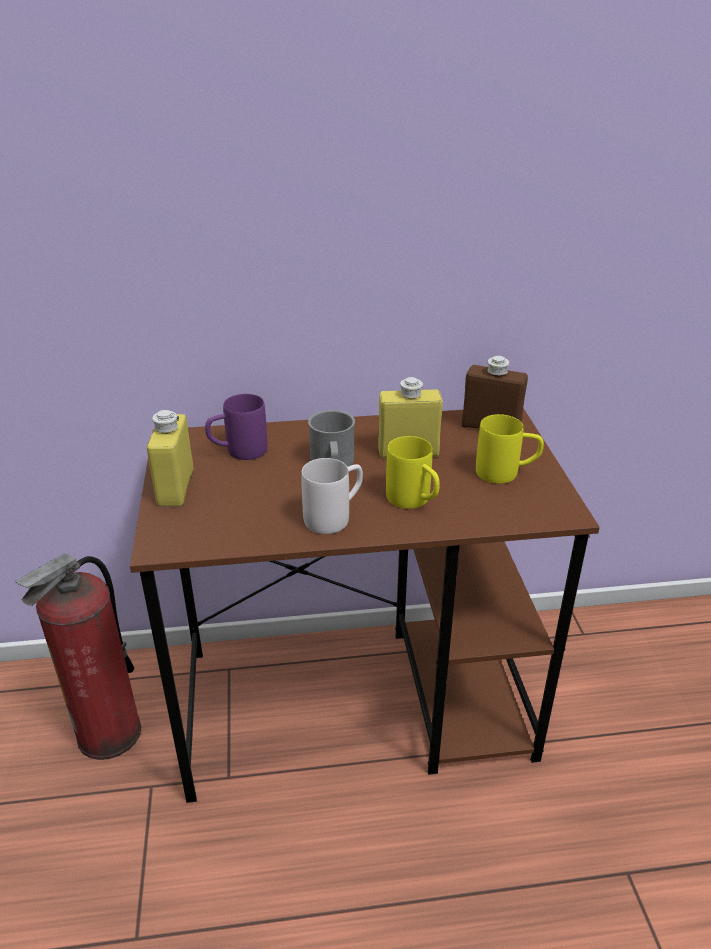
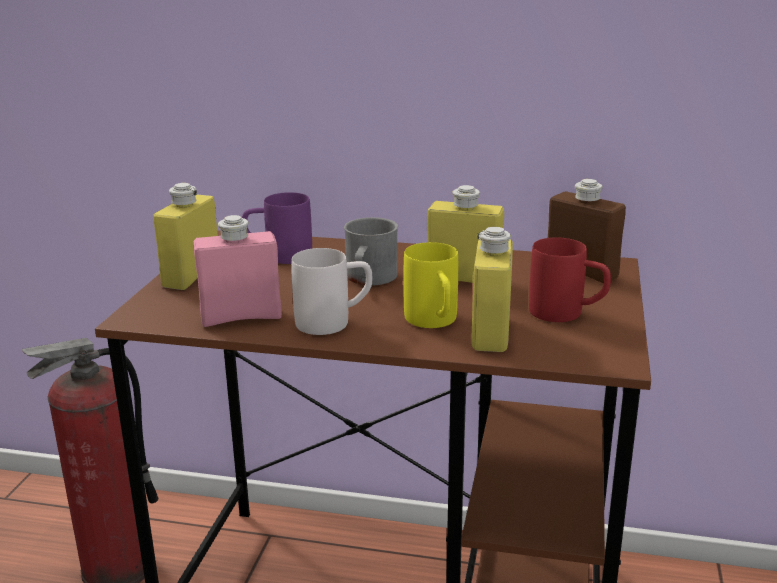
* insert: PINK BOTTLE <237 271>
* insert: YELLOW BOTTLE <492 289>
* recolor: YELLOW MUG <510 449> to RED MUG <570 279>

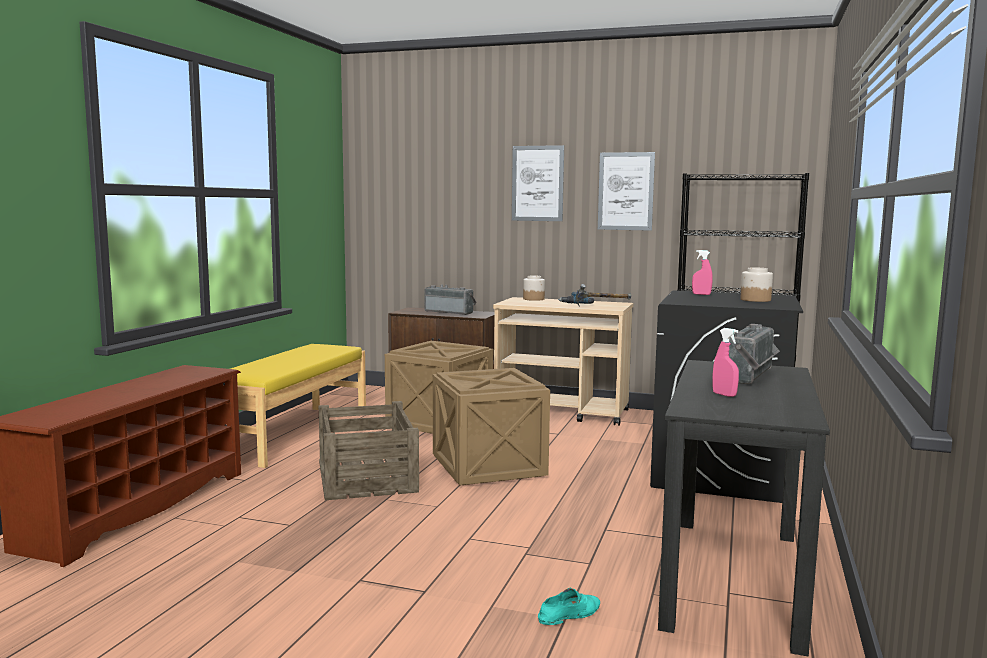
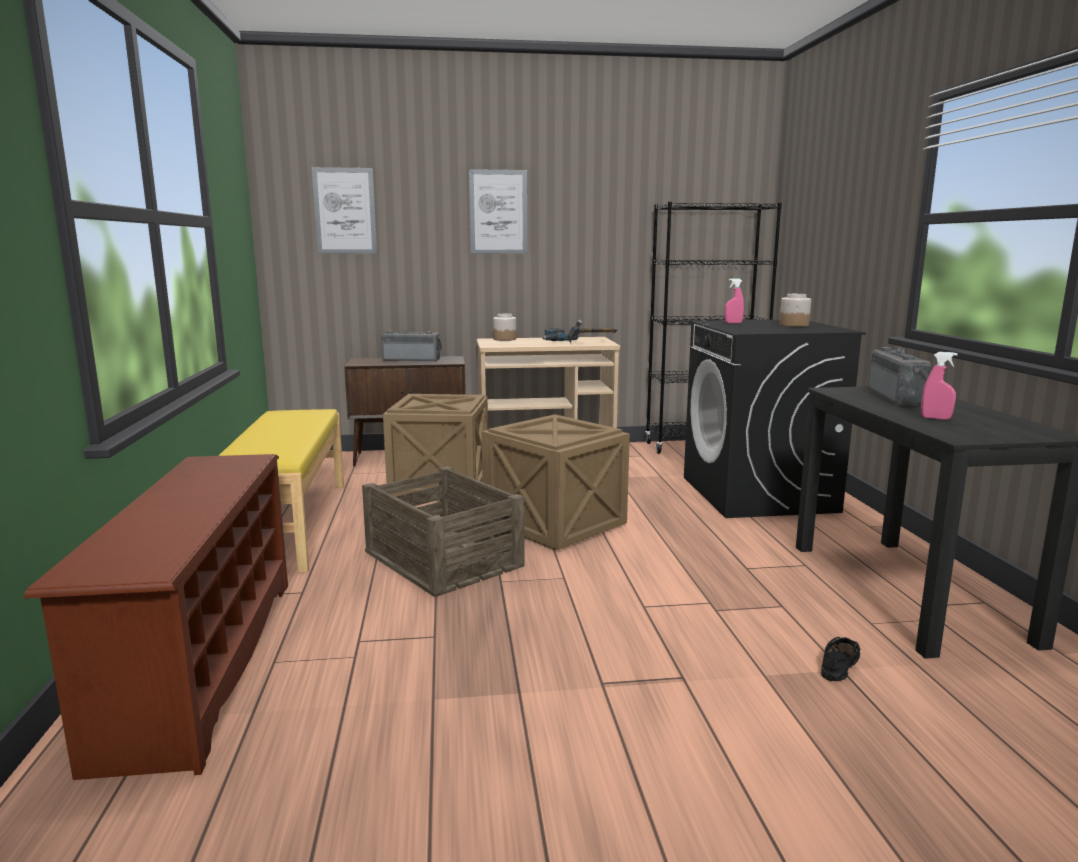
* move: PICTURE <626 191> to <344 210>
* recolor: TURQUOISE SHOE <569 606> to BLACK SHOE <840 659>

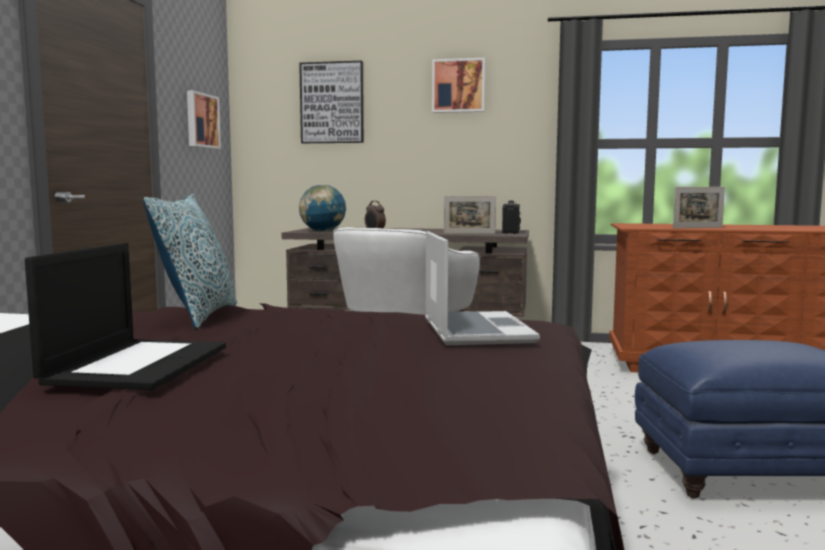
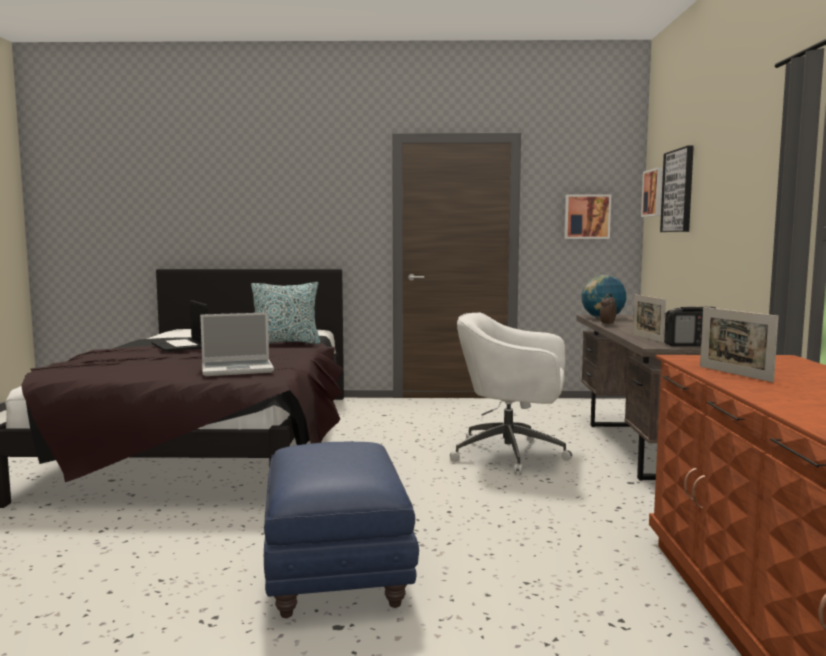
* rotate: LAPTOP <125 316> = <179 326> 60 degrees clockwise
* move: PICTURE <458 85> to <652 192>

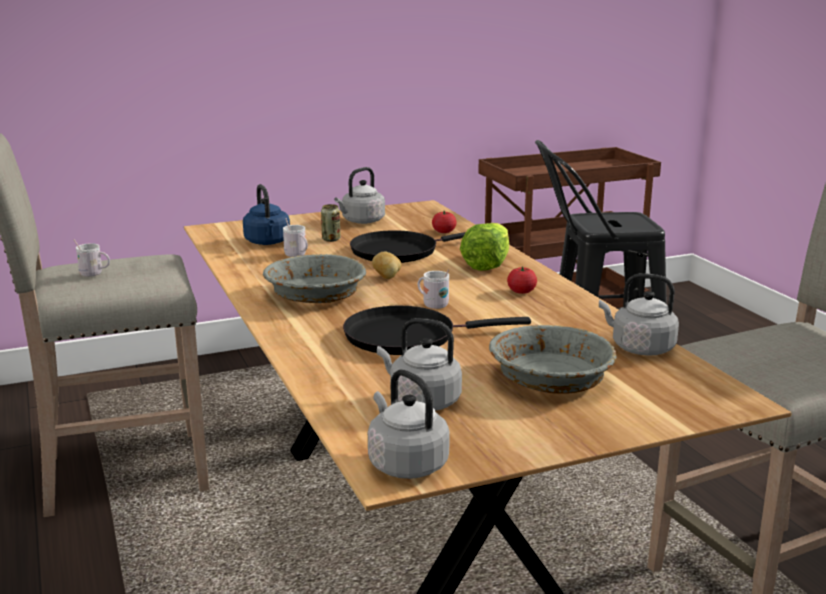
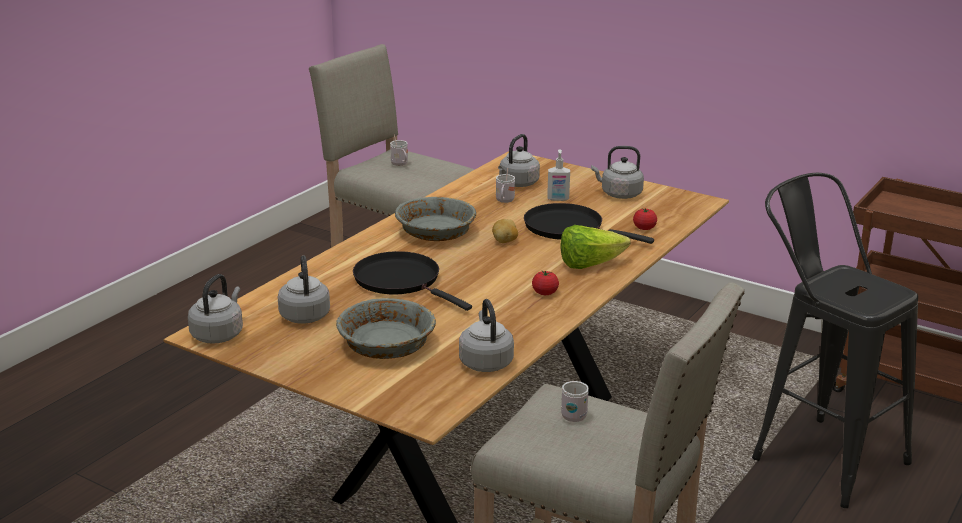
* recolor: BLUE KETTLE <266 214> to GREY KETTLE <519 160>
* replace: CAN <330 223> to SOAP DISPENSER <558 175>
* move: WHITE MUG <433 289> to <575 401>

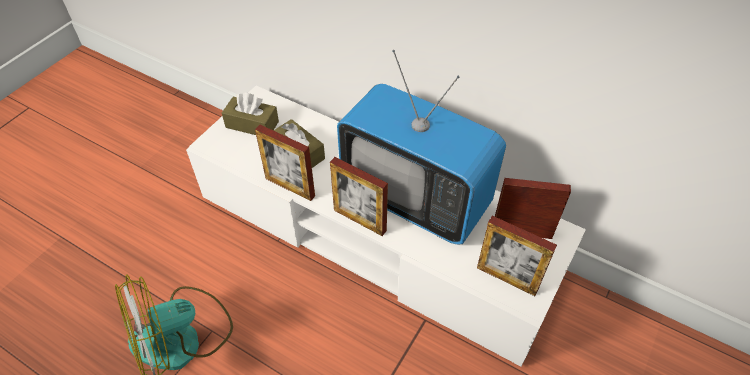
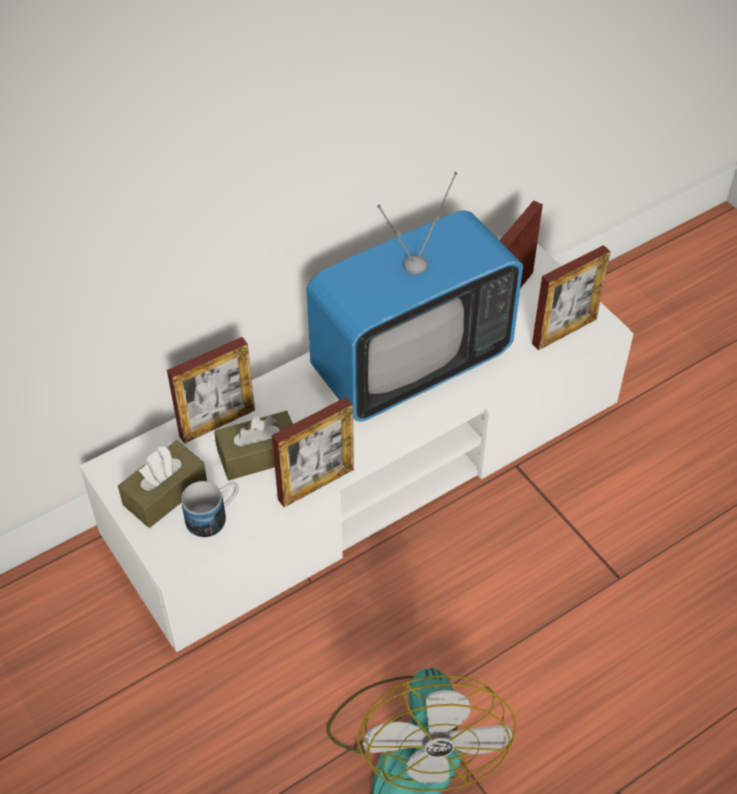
* move: PICTURE FRAME <359 196> to <211 390>
* insert: MUG <209 509>

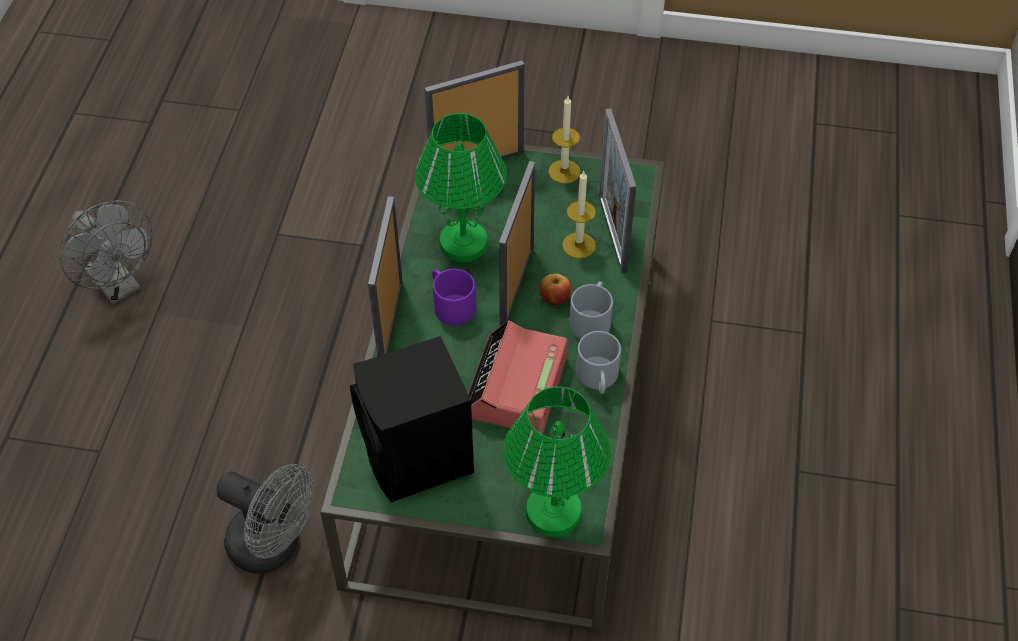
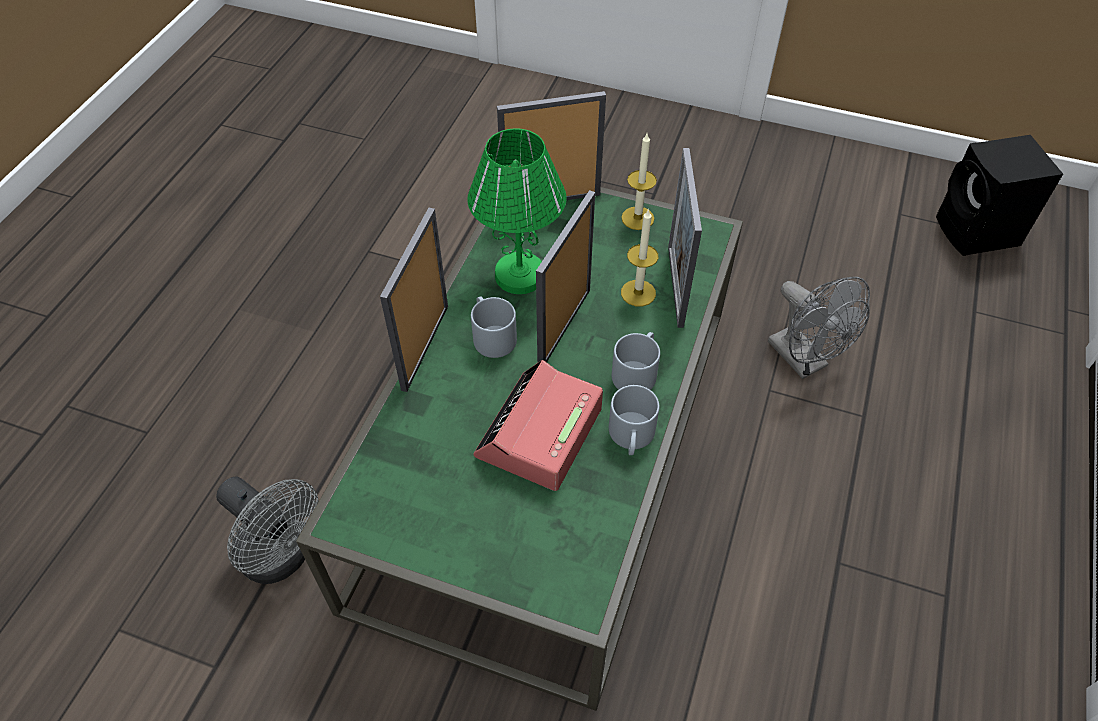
* recolor: PURPLE MUG <454 297> to GREY MUG <494 327>
* move: GREY FAN <106 252> to <819 328>
* move: BLACK SPEAKER <412 419> to <999 195>
* delete: GREEN TABLE LAMP <557 461>
* delete: APPLE <555 289>

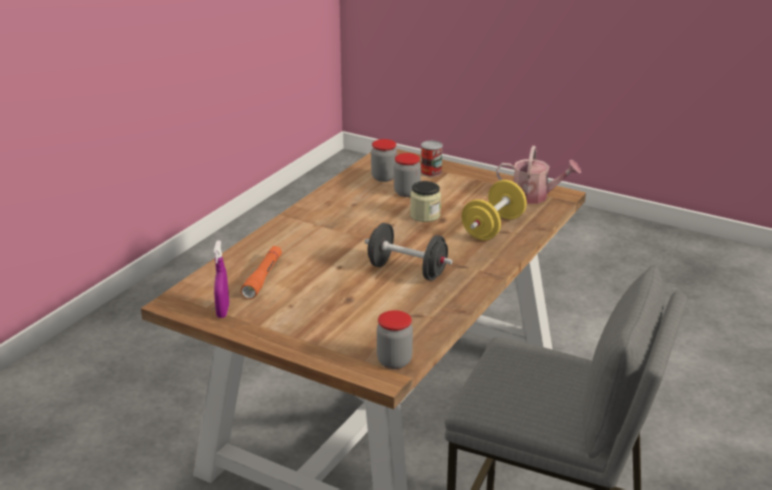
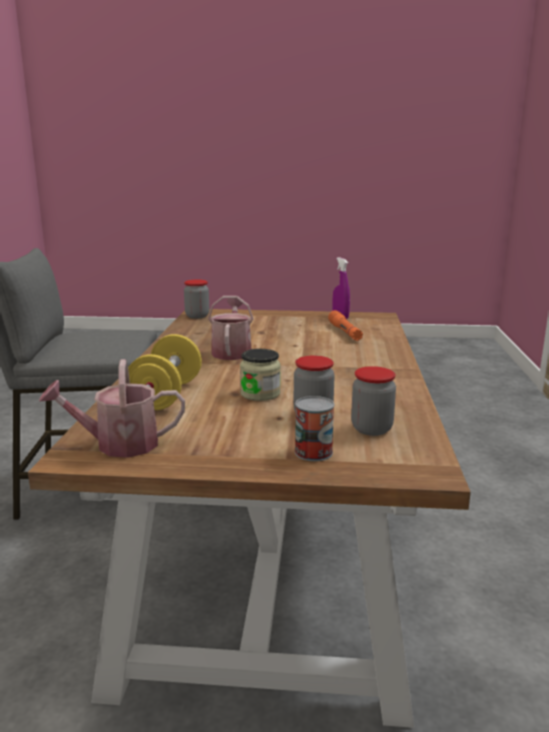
* replace: BLACK DUMBBELL <409 252> to WATERING CAN <231 328>

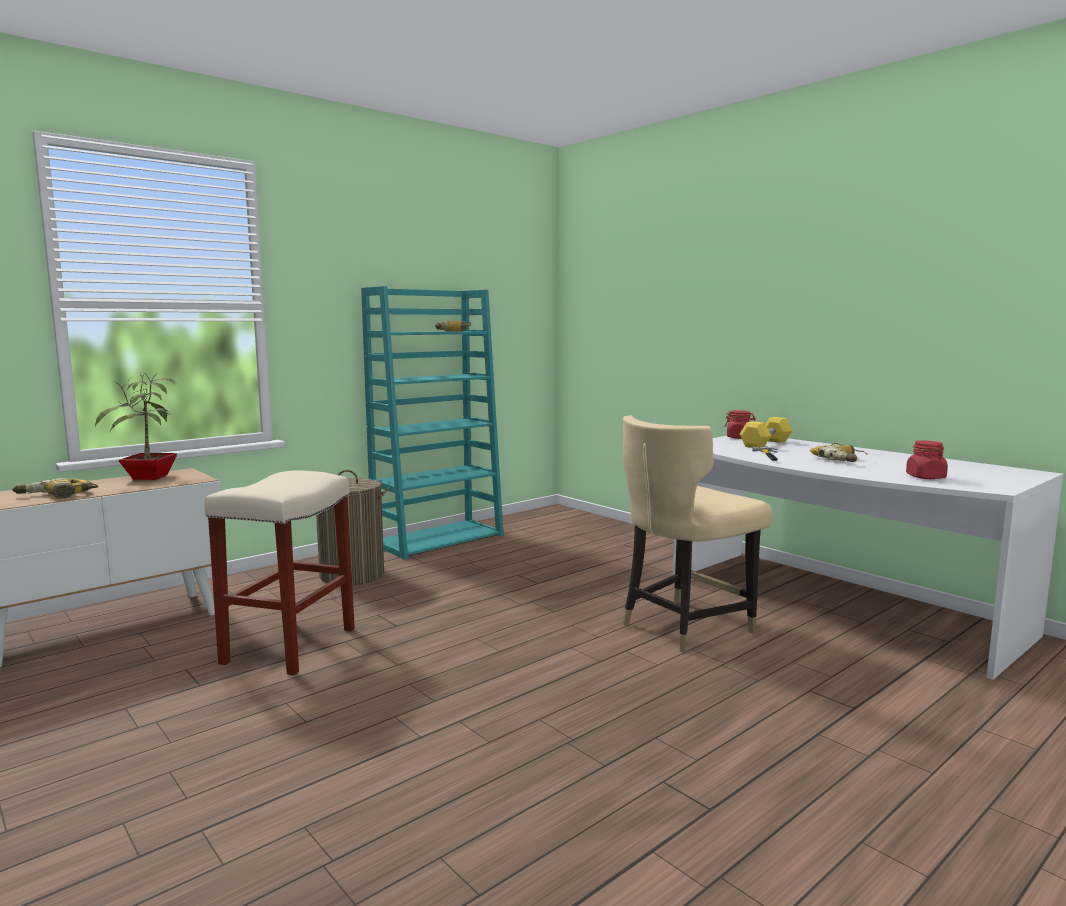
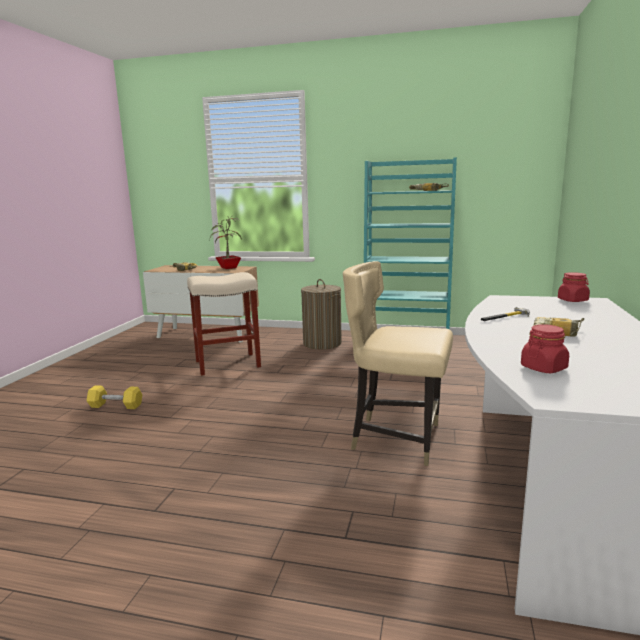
* move: YELLOW DUMBBELL <766 432> to <114 397>

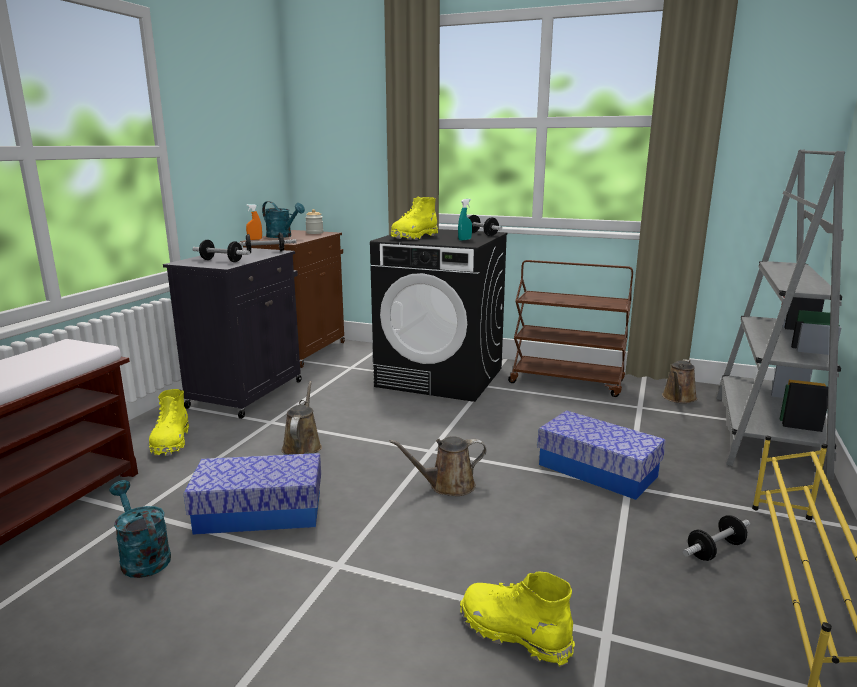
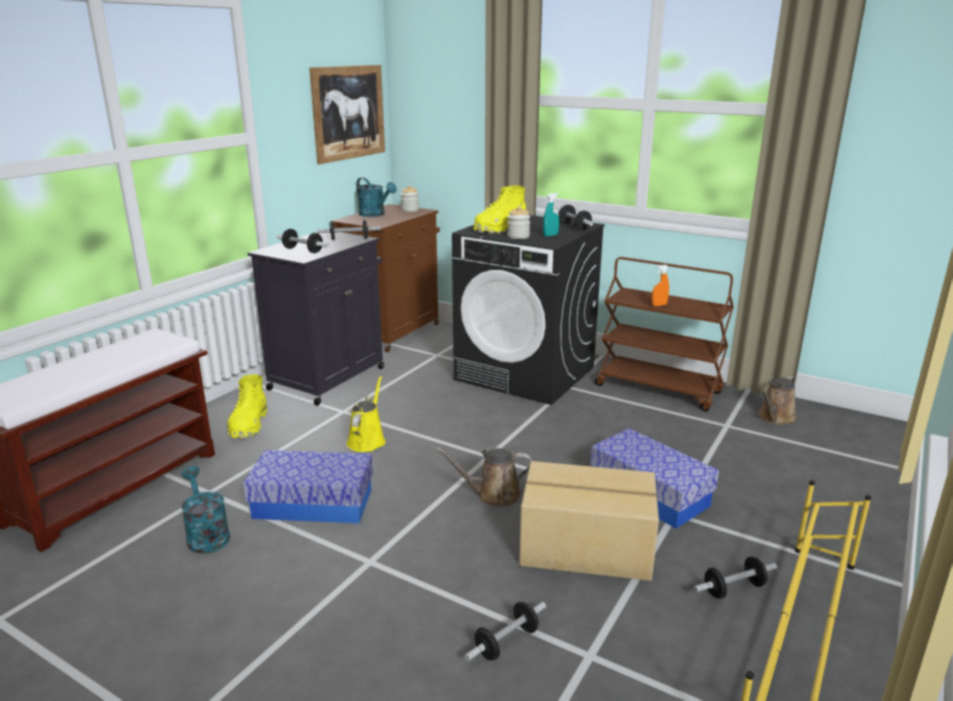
* insert: PICTURE <347 114>
* recolor: BROWN WATERING CAN <302 418> to YELLOW WATERING CAN <366 414>
* replace: YELLOW BOOT <517 619> to DUMBBELL <505 631>
* insert: JAR <518 222>
* insert: CARDBOARD BOX <589 521>
* move: ORANGE SPRAY BOTTLE <254 222> to <660 285>
* delete: GREY BOOKCASE <780 315>

